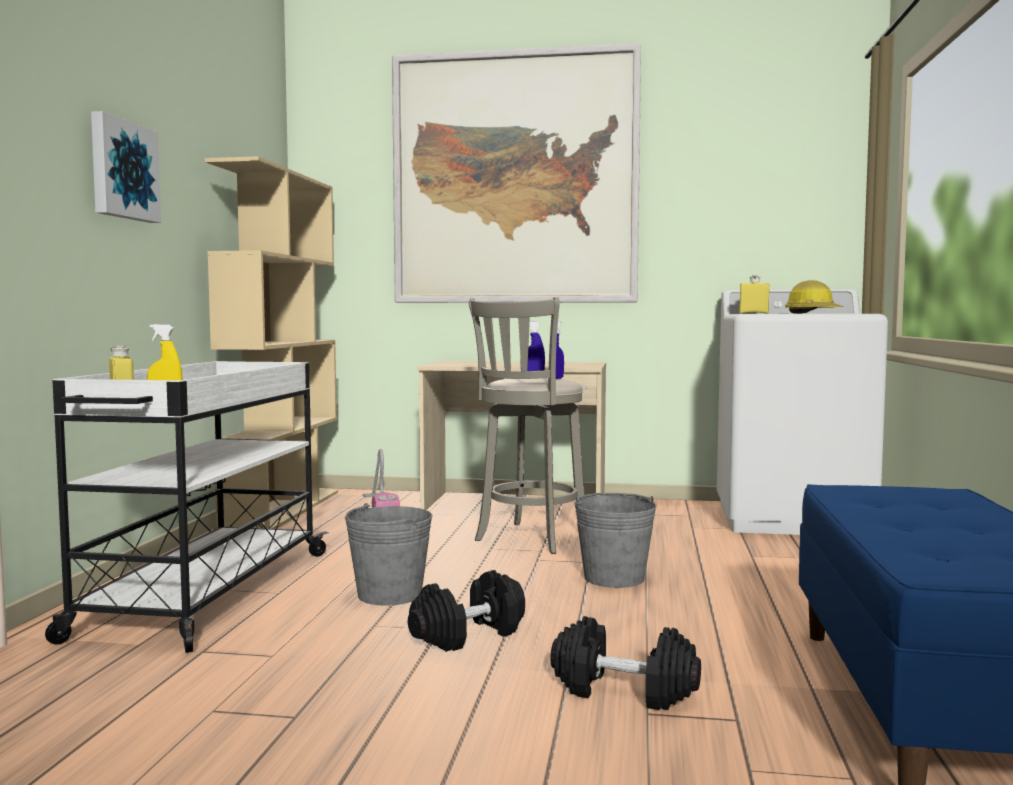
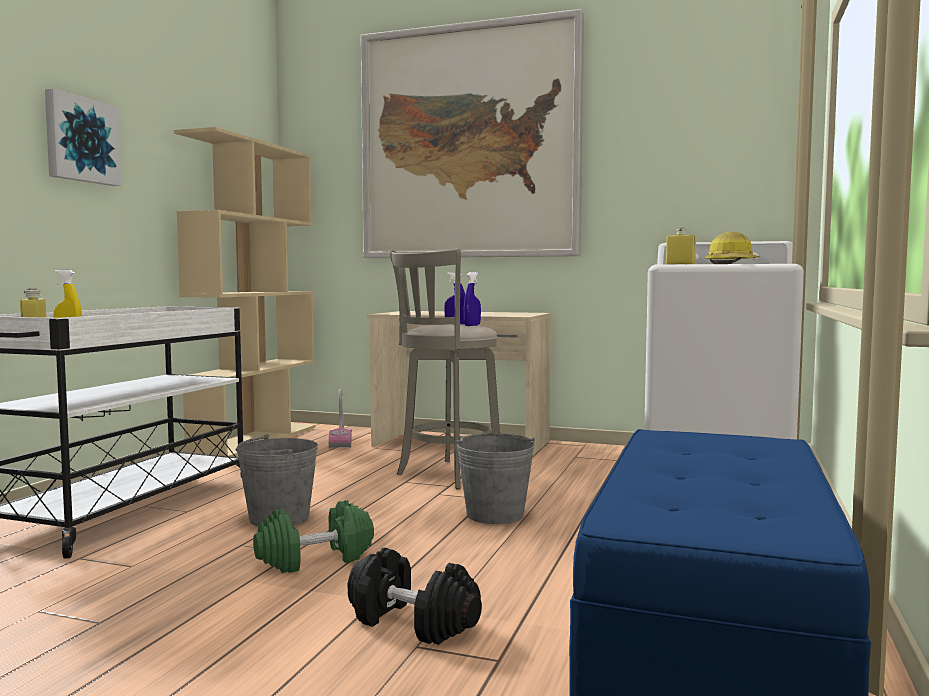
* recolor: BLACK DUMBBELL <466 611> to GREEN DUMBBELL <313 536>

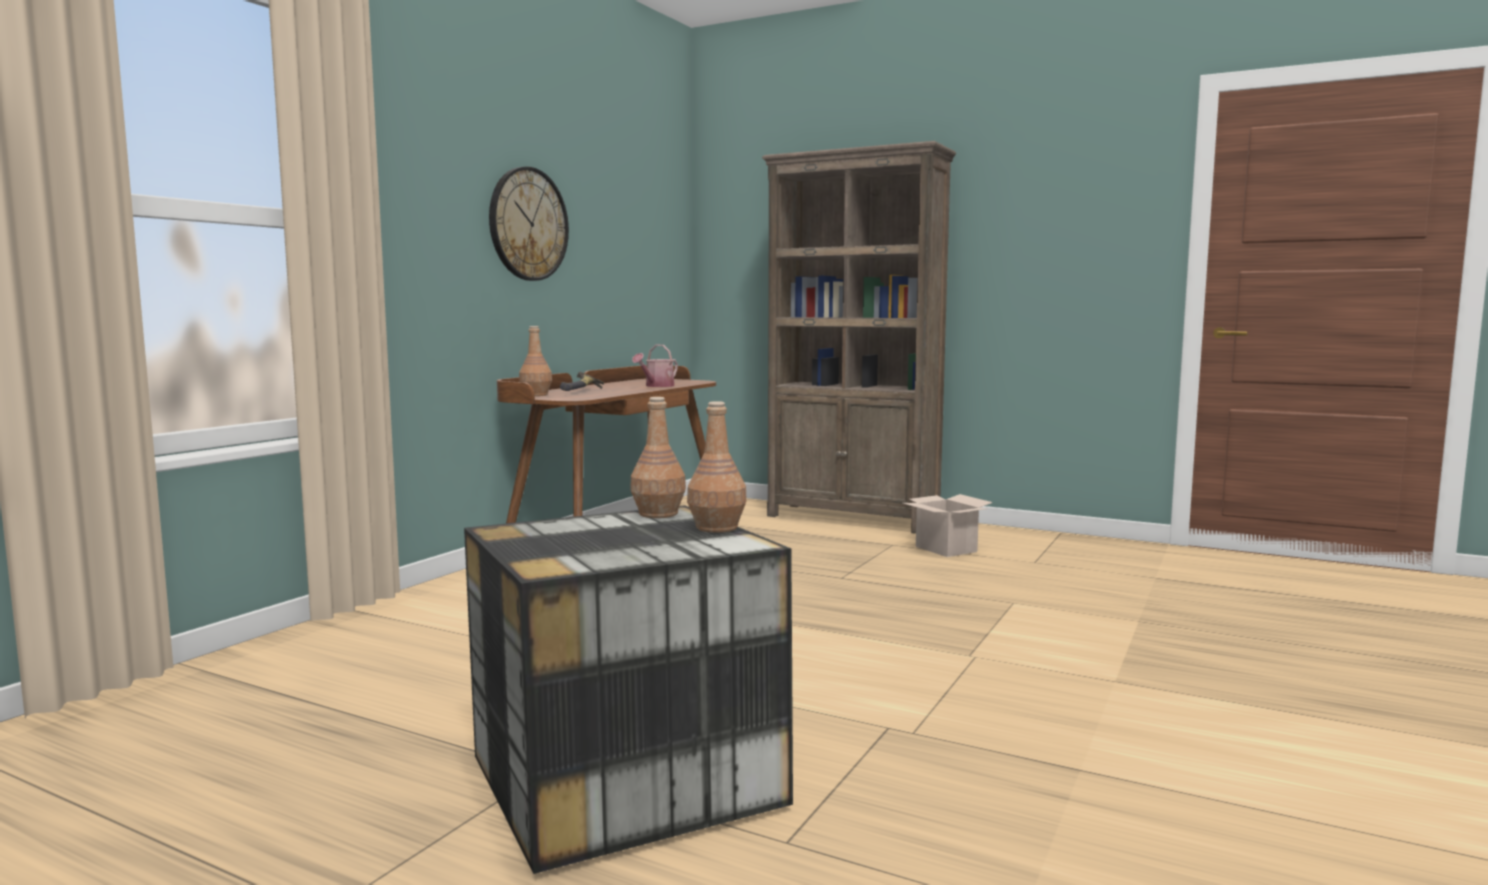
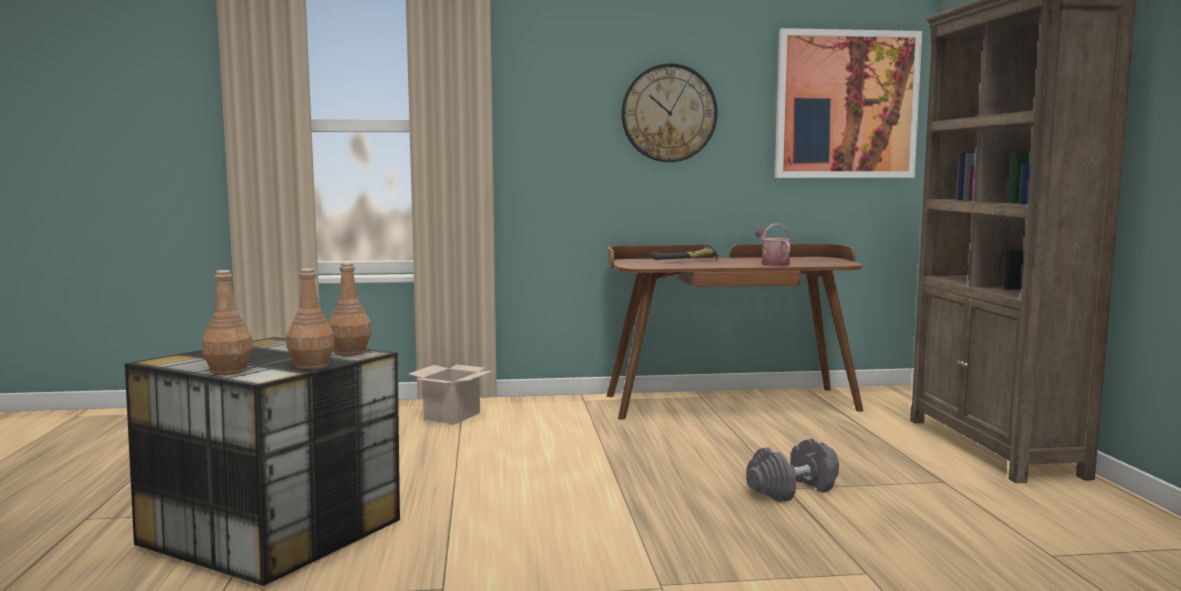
* move: BROWN BOTTLE <535 361> to <227 322>
* move: CARDBOARD BOX <948 525> to <451 394>
* insert: GREY DUMBBELL <792 470>
* rotate: WATERING CAN <655 366> = <773 245> 75 degrees clockwise
* insert: PICTURE <848 103>

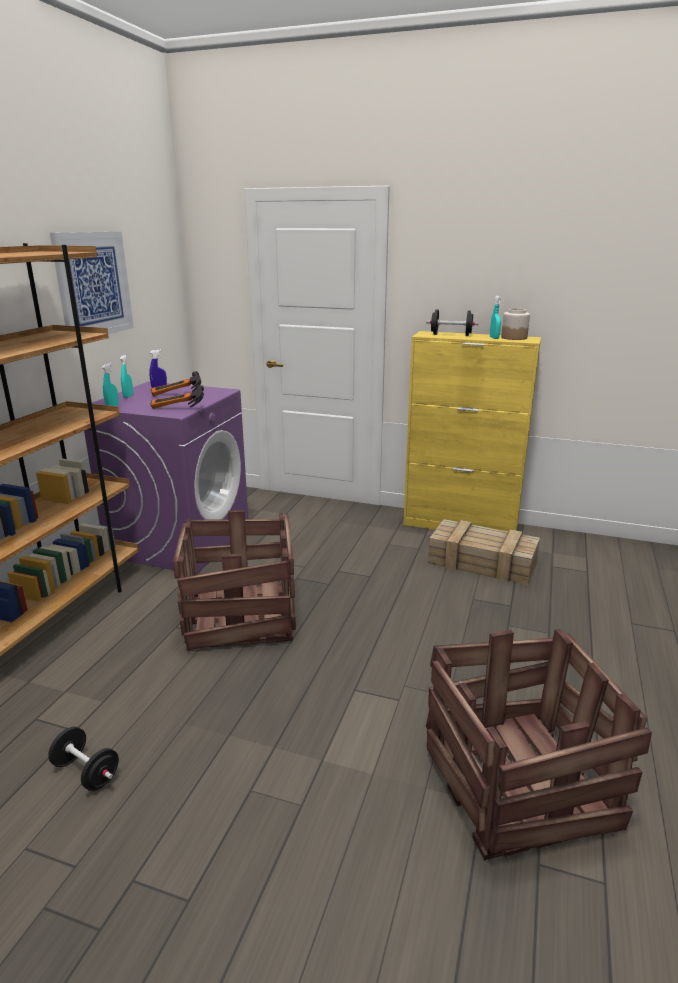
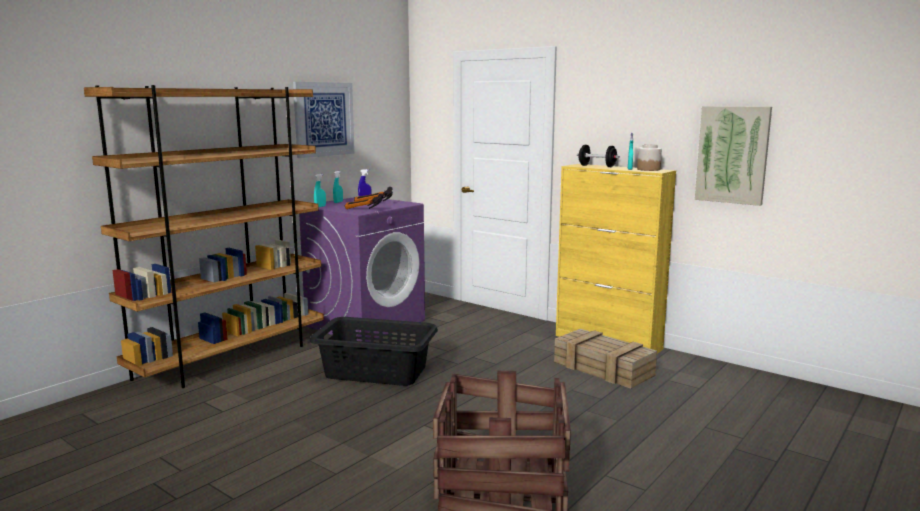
* replace: CRATE <234 580> to BLACK LAUNDRY BASKET <374 351>
* insert: PICTURE <733 156>
* delete: BLACK DUMBBELL <83 759>

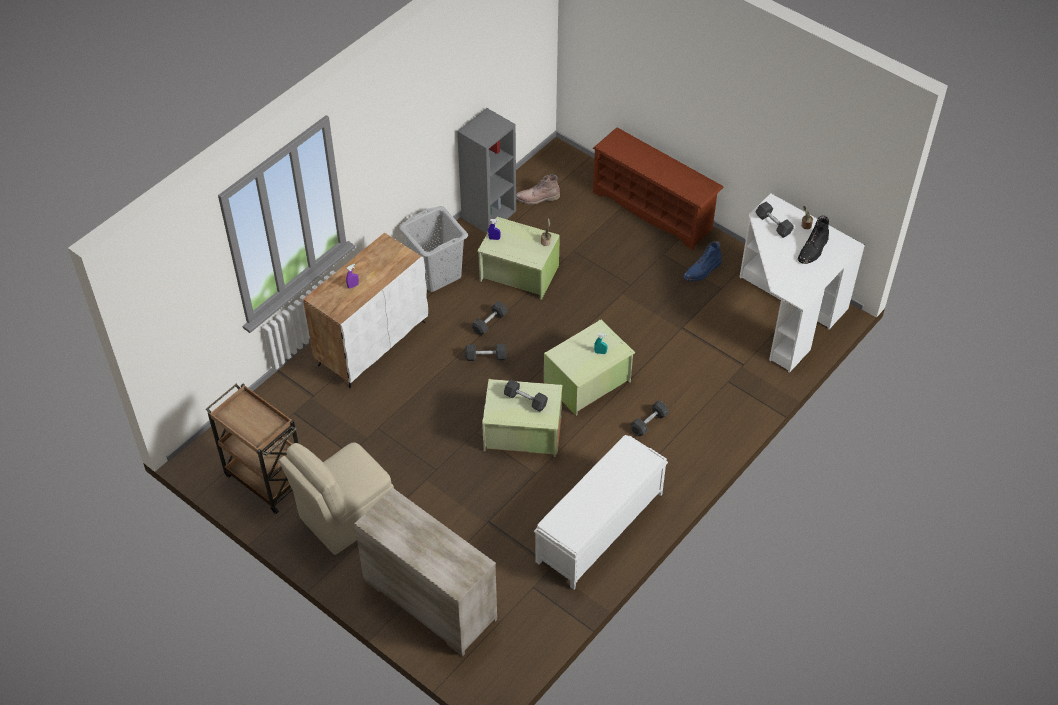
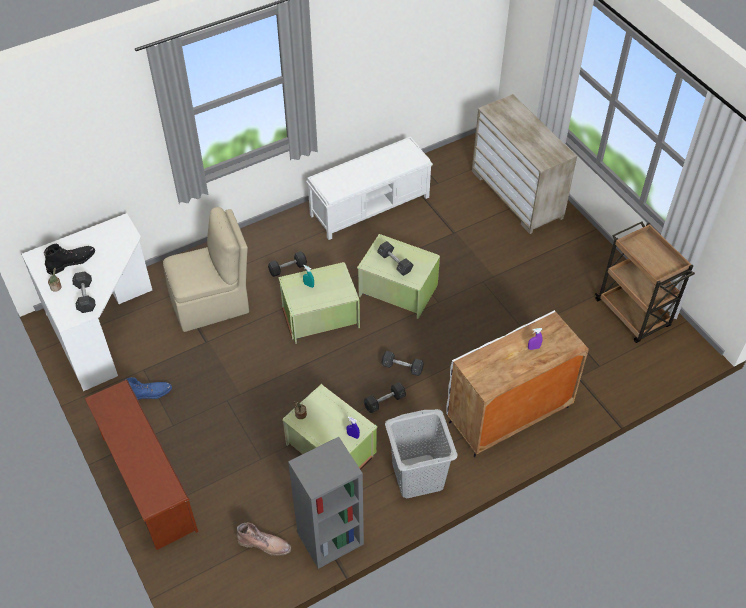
* move: BEIGE CHAIR <336 498> to <206 269>

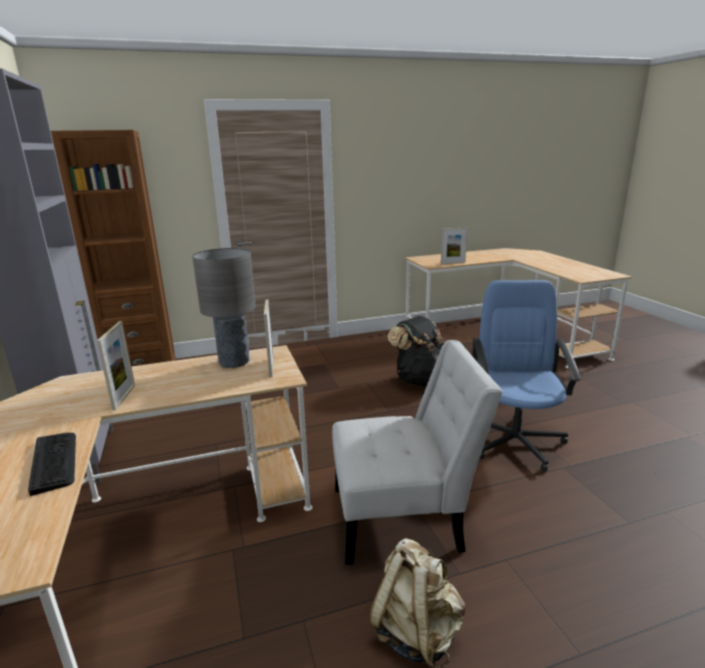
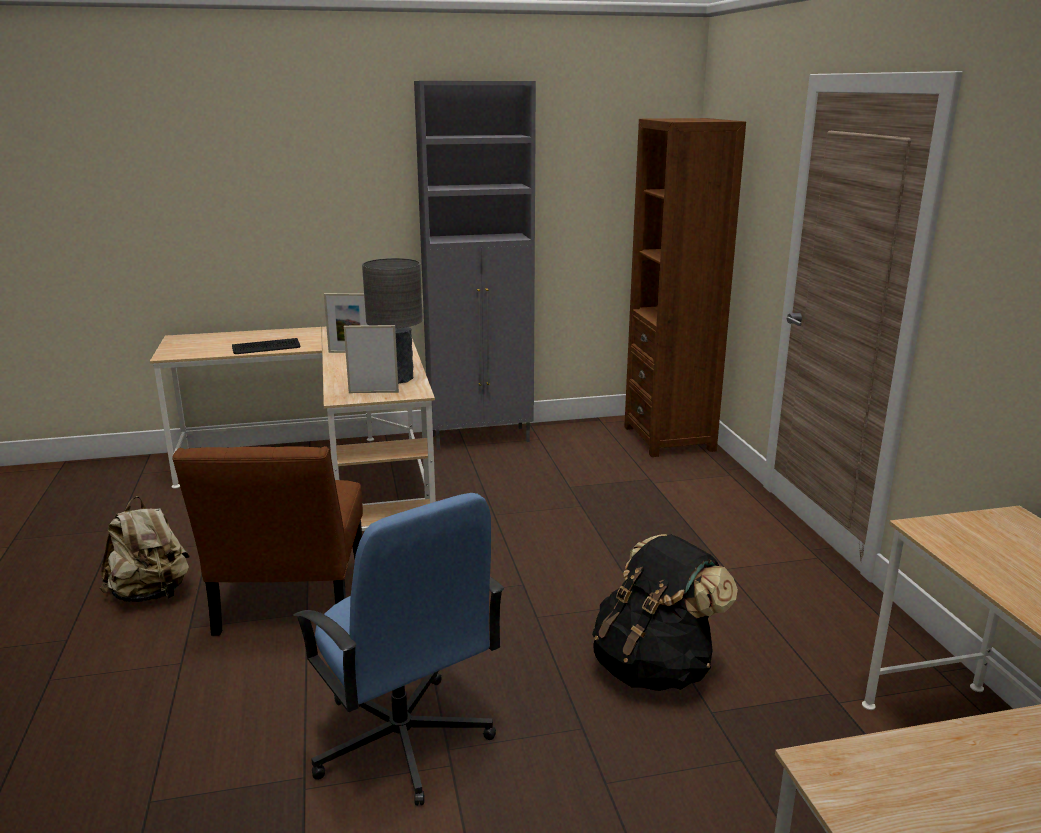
* recolor: WHITE CHAIR <417 452> to BROWN CHAIR <267 541>
* rotate: BLUE OFFICE CHAIR <526 376> = <398 649> 45 degrees clockwise
* delete: PICTURE FRAME <454 245>

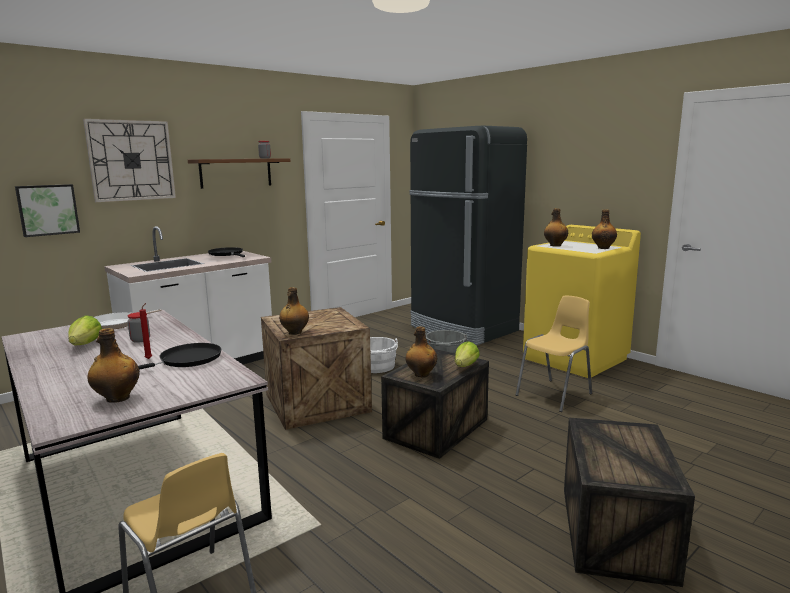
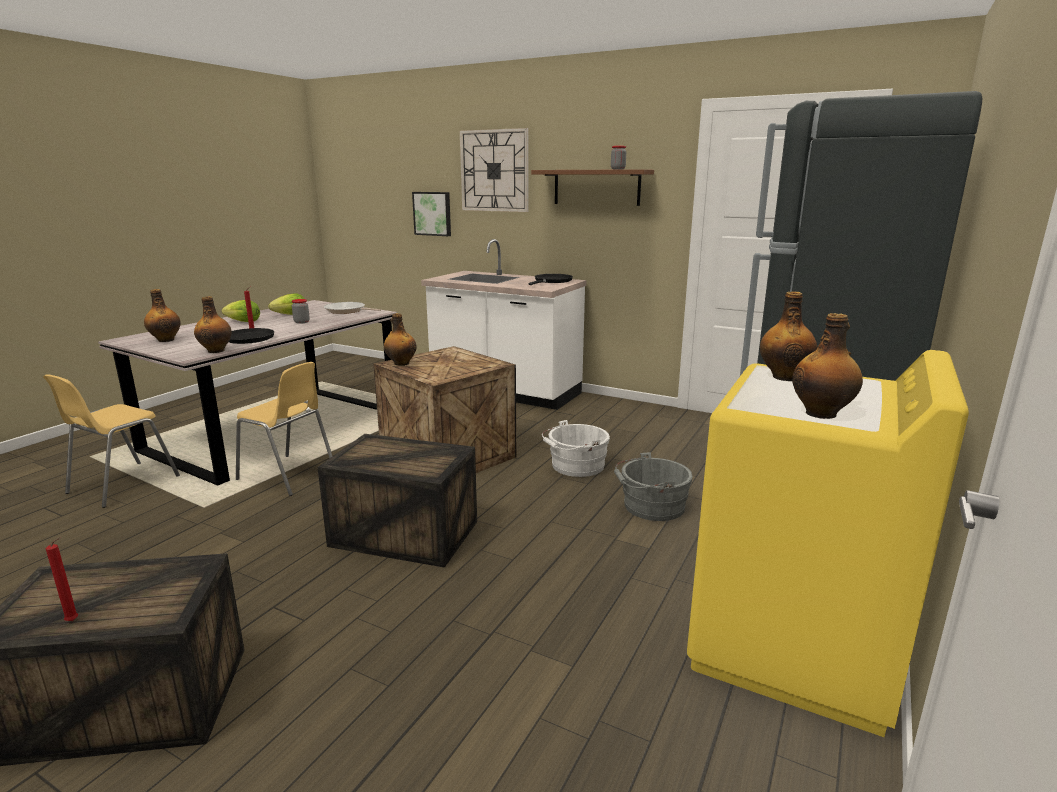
* insert: RED CANDLE <62 579>
* move: BOTTLE <421 351> to <213 324>
* move: LETTUCE <467 354> to <241 311>
* move: YELLOW CHAIR <554 354> to <284 429>

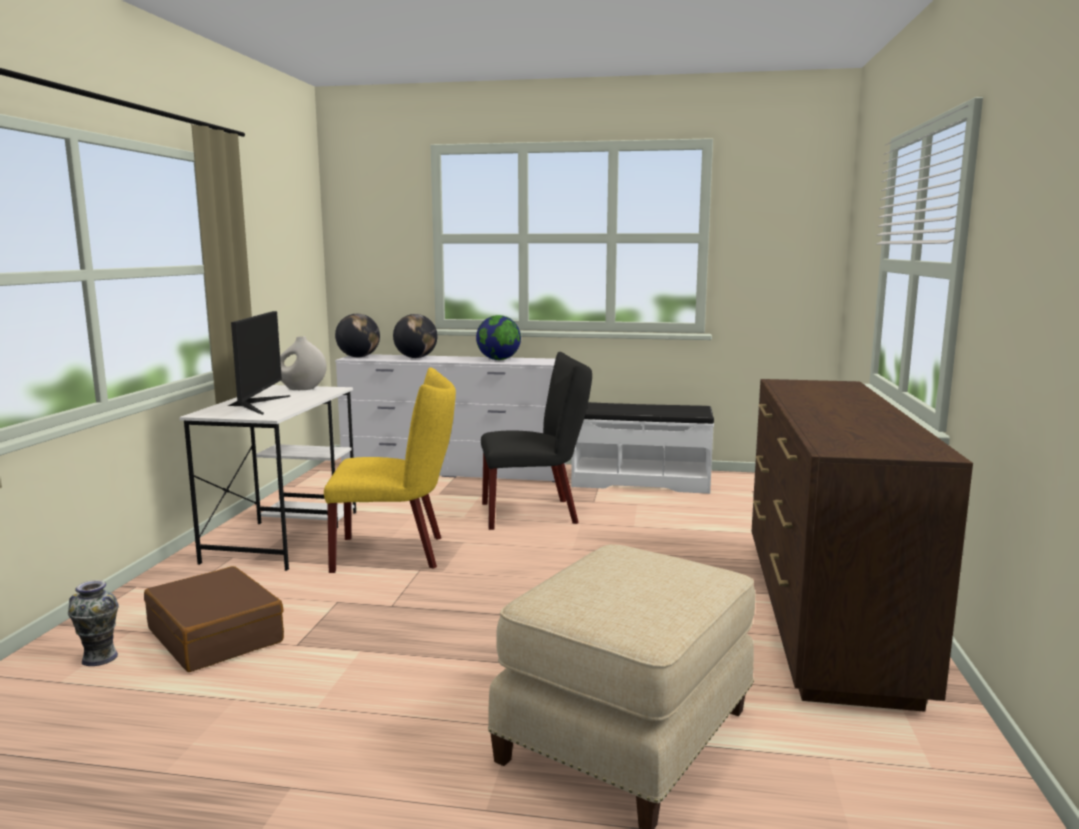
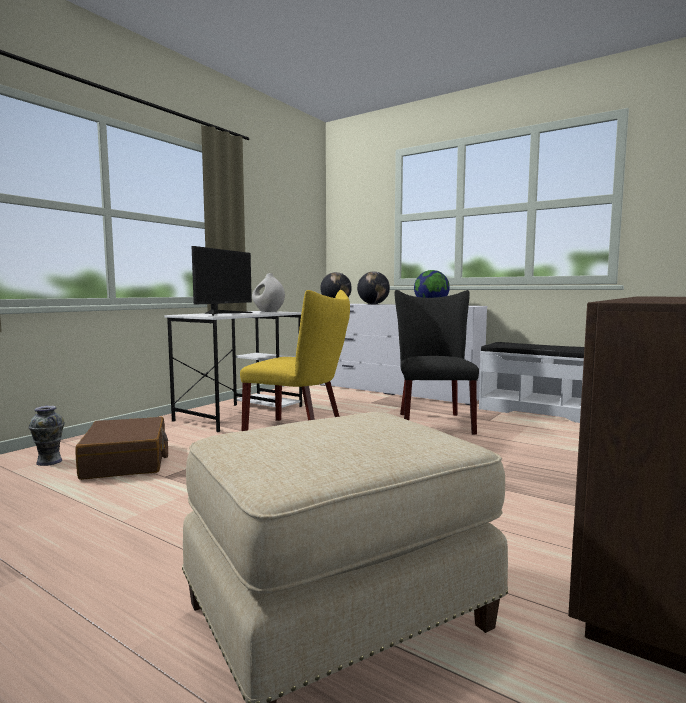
* rotate: BLACK CHAIR <536 441> = <437 362> 105 degrees counterclockwise

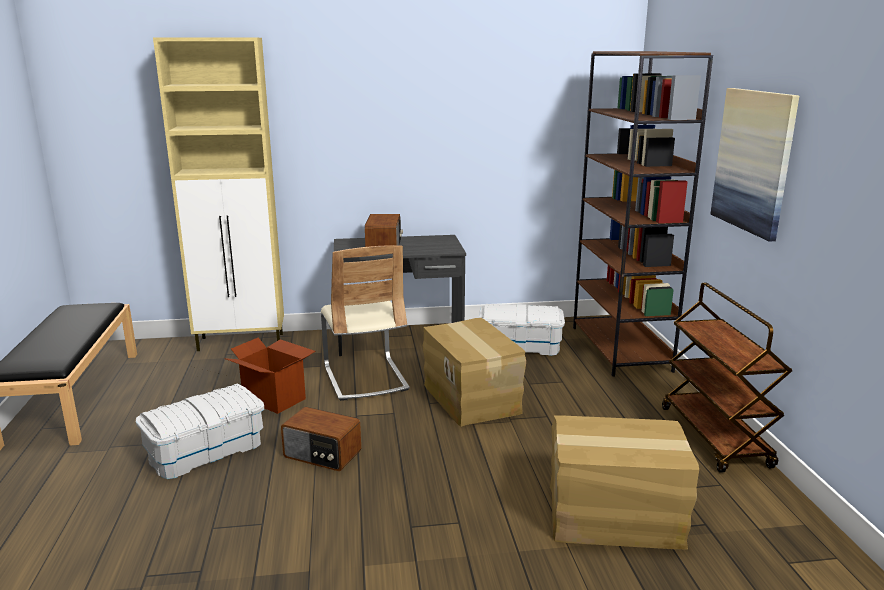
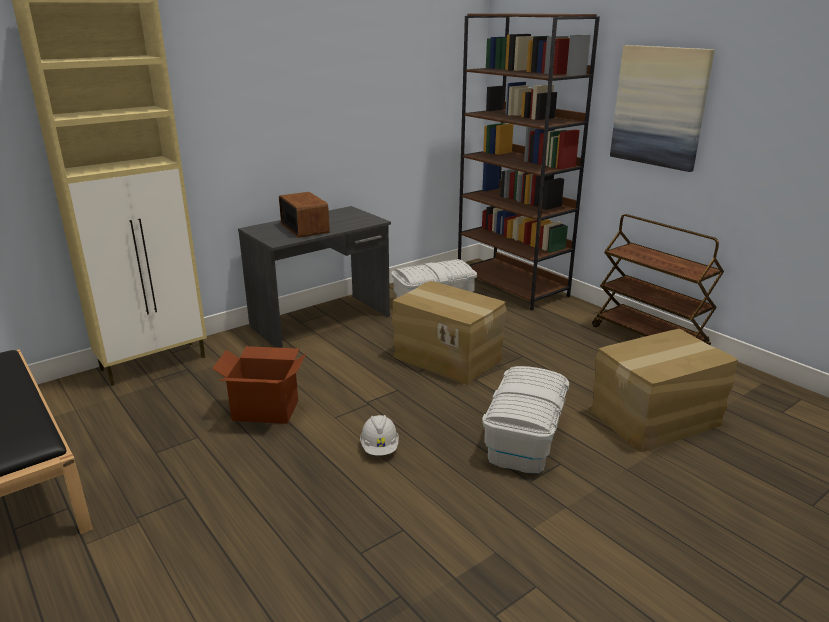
* replace: RADIO <321 439> to WHITE HARD HAT <379 435>
* move: WHITE STORAGE BOX <200 431> to <525 419>
* delete: BEIGE CHAIR <365 323>

